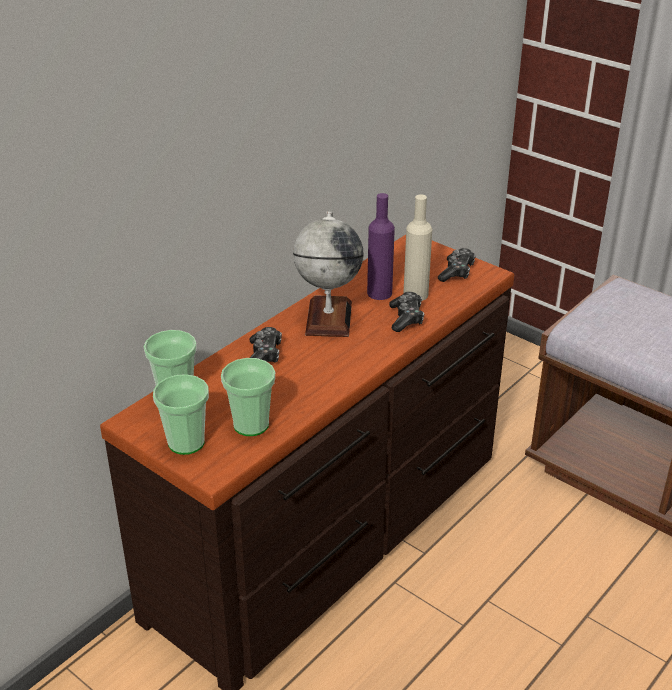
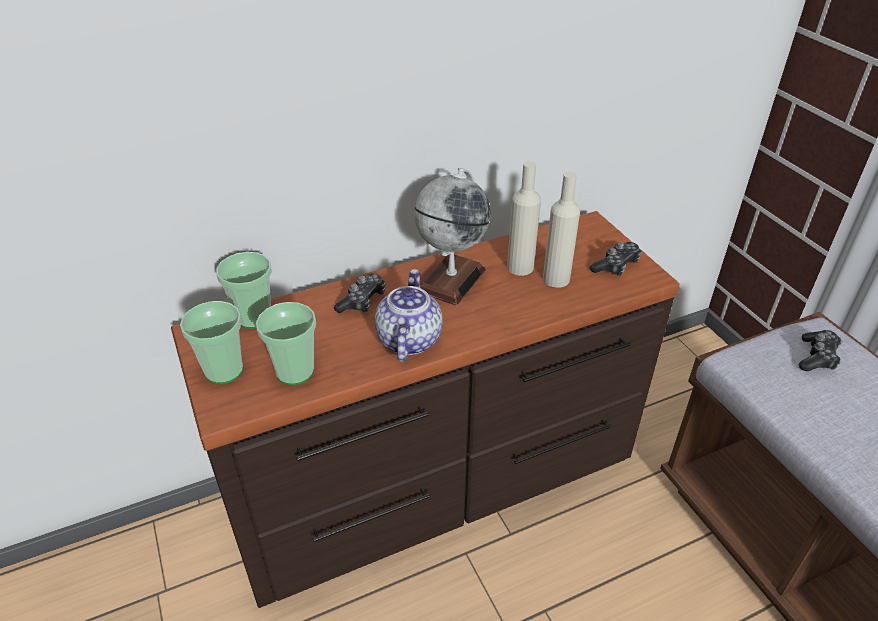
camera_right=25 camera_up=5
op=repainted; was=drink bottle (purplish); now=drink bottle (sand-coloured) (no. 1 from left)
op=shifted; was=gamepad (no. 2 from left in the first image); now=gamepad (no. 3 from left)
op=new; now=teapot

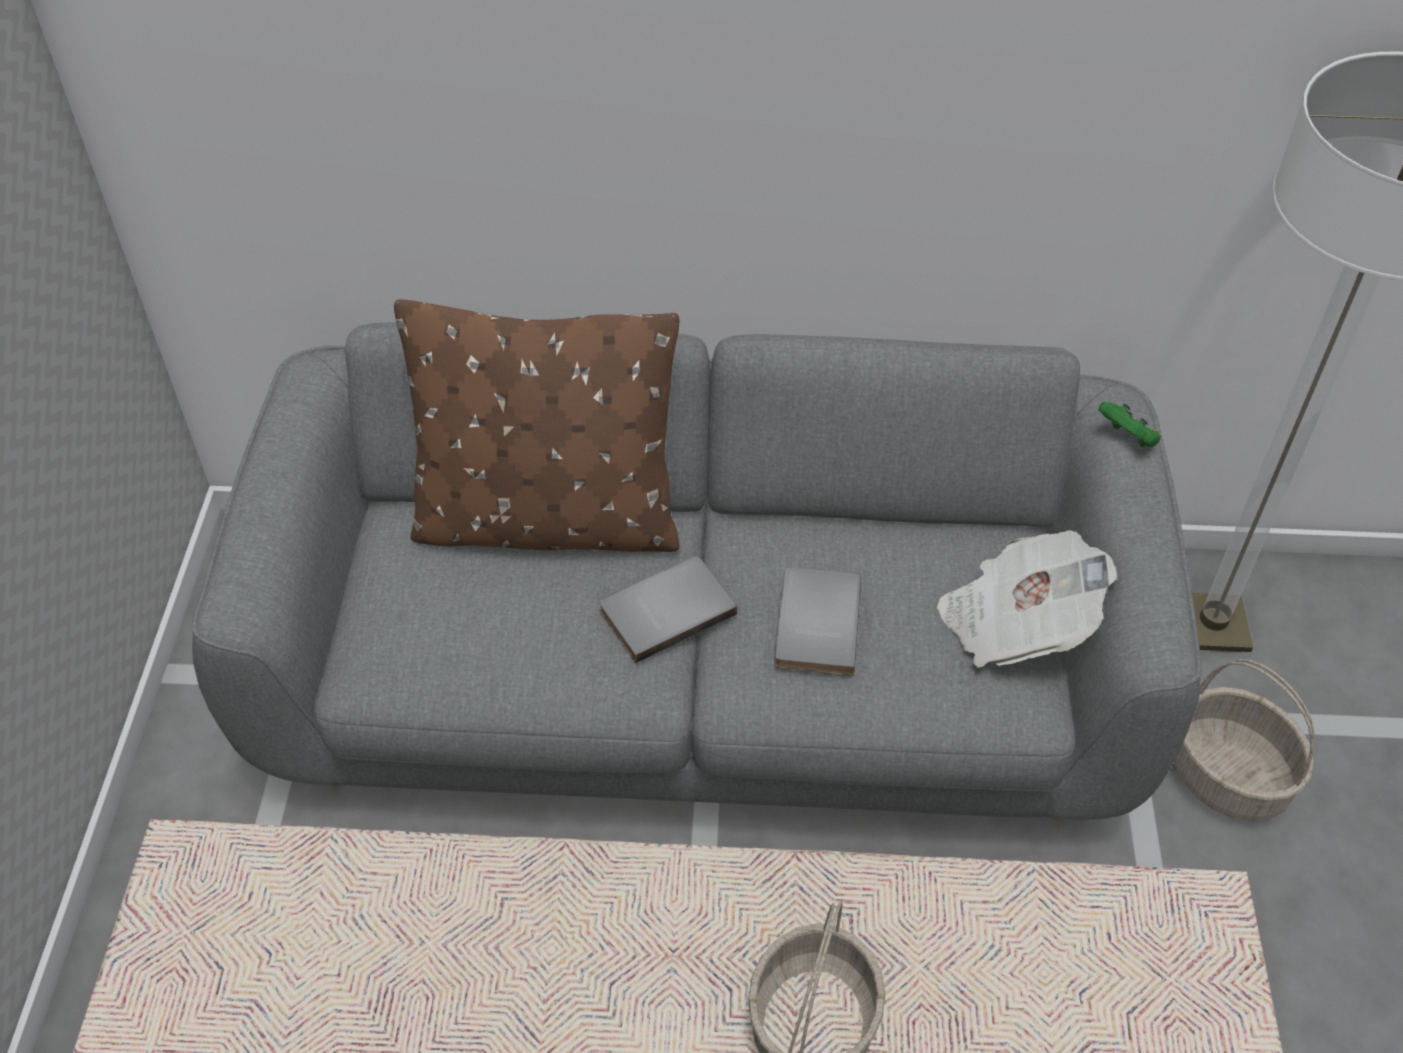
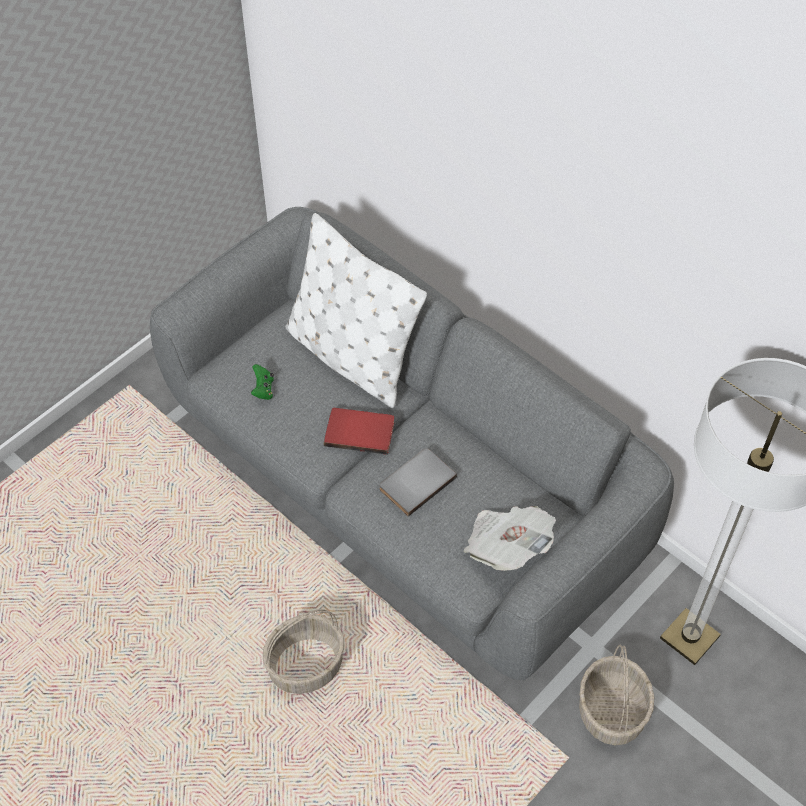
camera_right=40 camera_up=5
op=repainted; was=cushion (brown-coloured); now=cushion (white-coloured)
op=shifted; was=gamepad (green-coloured)
op=repainted; was=volume (grey) (no. 1 from left); now=volume (reddish)

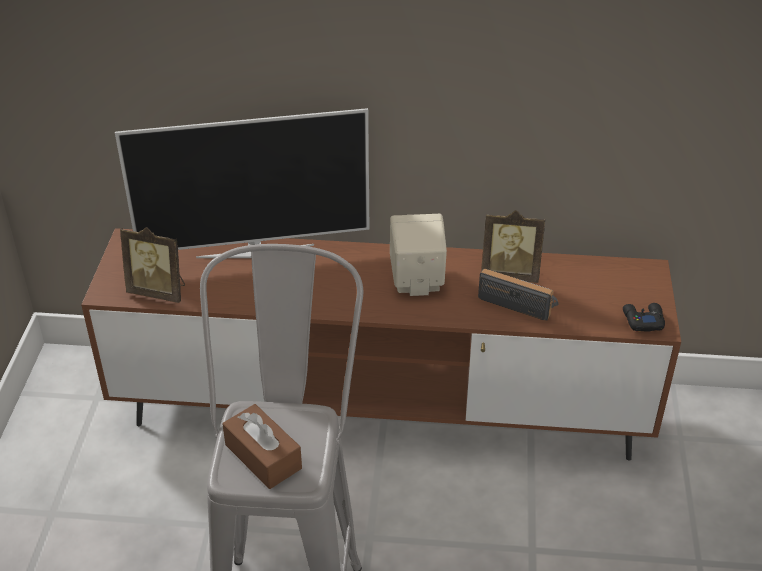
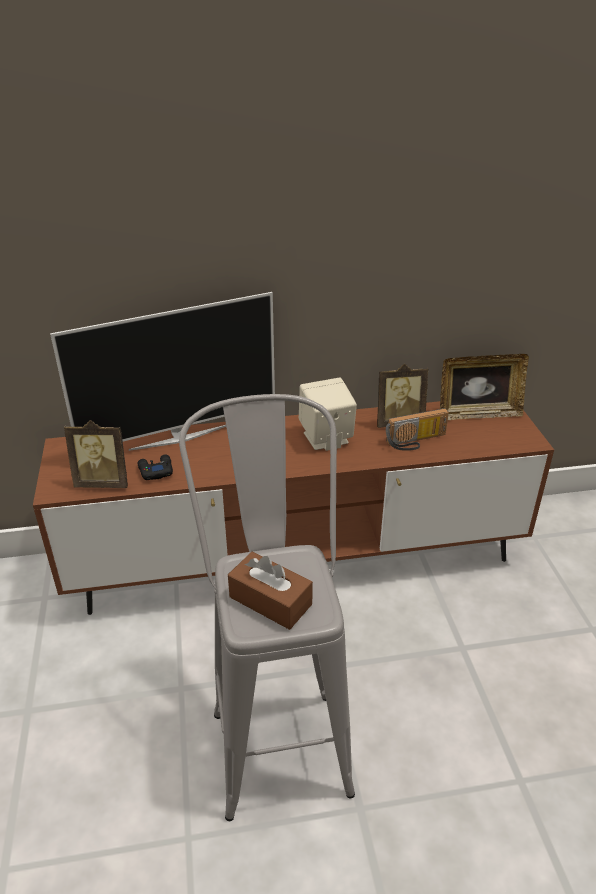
camera_right=-15 camera_up=-5
op=rotated; was=radio set; clockwise=150
op=shifted; was=gamepad (black-coloured)
op=new; now=standing frame (no. 3 from left)

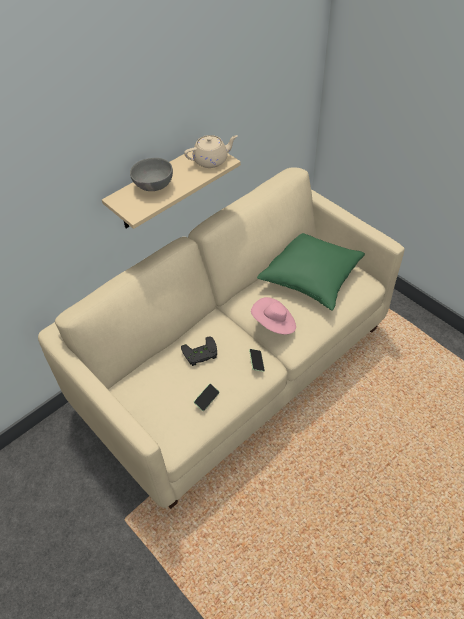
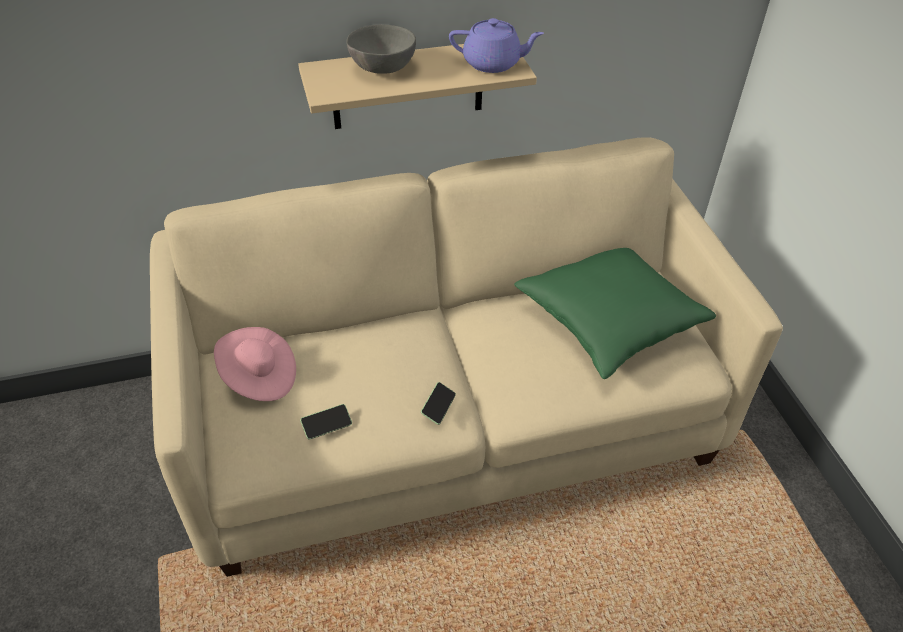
camera_right=25 camera_up=-5
op=repainted; was=teapot (sand-coloured); now=teapot (purplish)
op=shifted; was=hat (pink)
op=gone; was=gamepad (black-coloured)

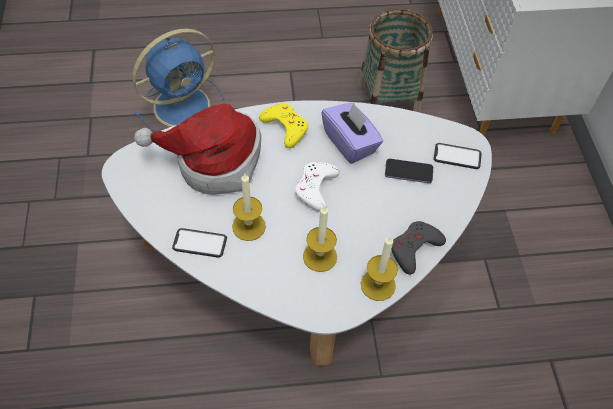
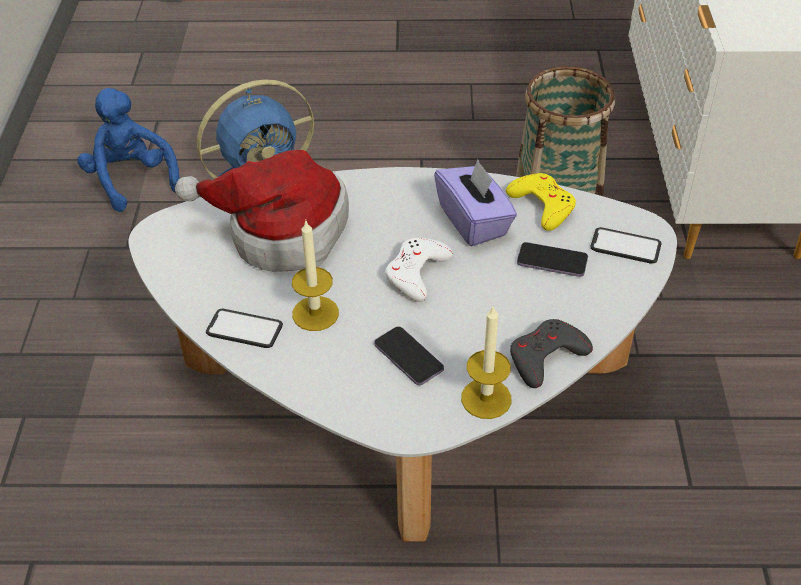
camera_right=10 camera_up=-10
op=shifted; was=gamepad (yellow-coloured)
op=swapped; was=candle (no. 2 from left); now=phone (no. 2 from left)
op=new; now=plush toy (blue-coloured)

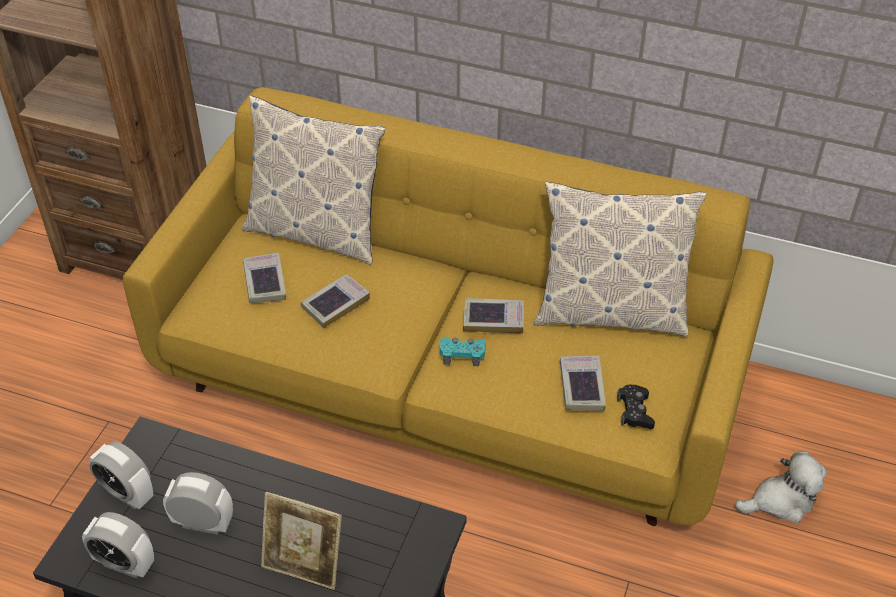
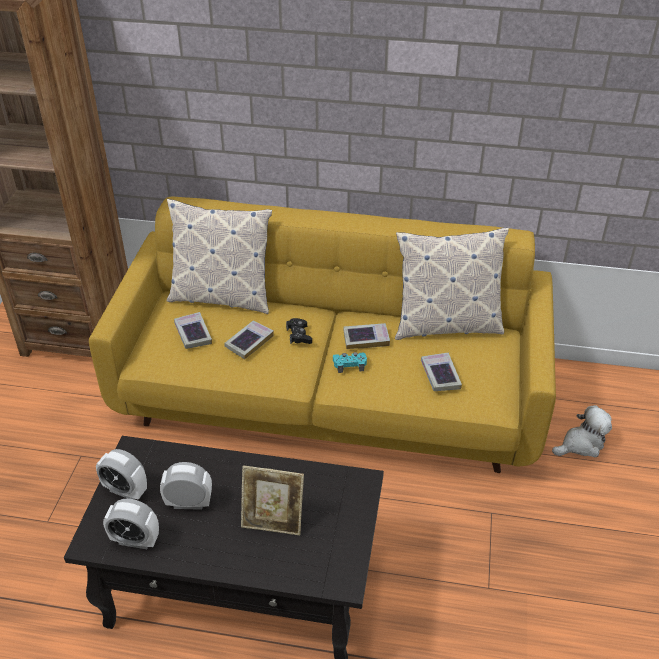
camera_right=-10 camera_up=-5
op=shifted; was=gamepad (black-coloured)

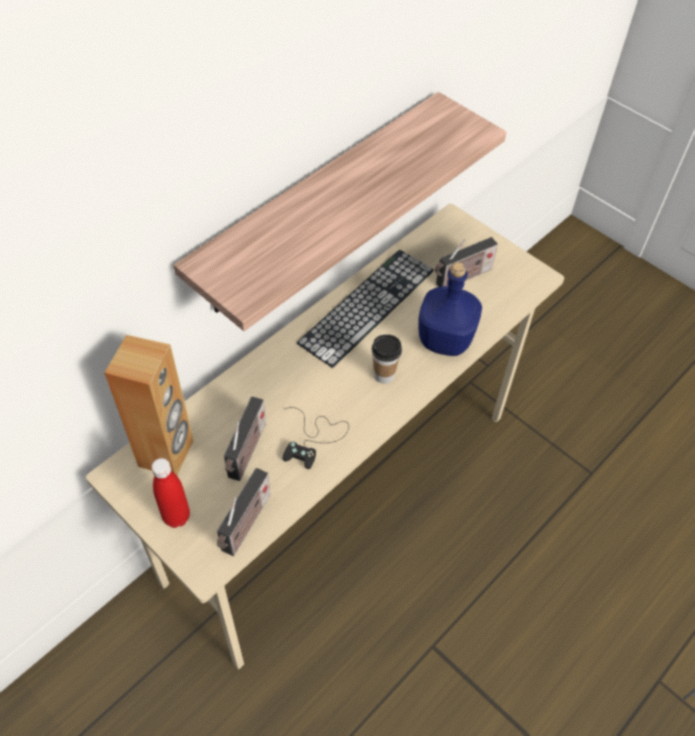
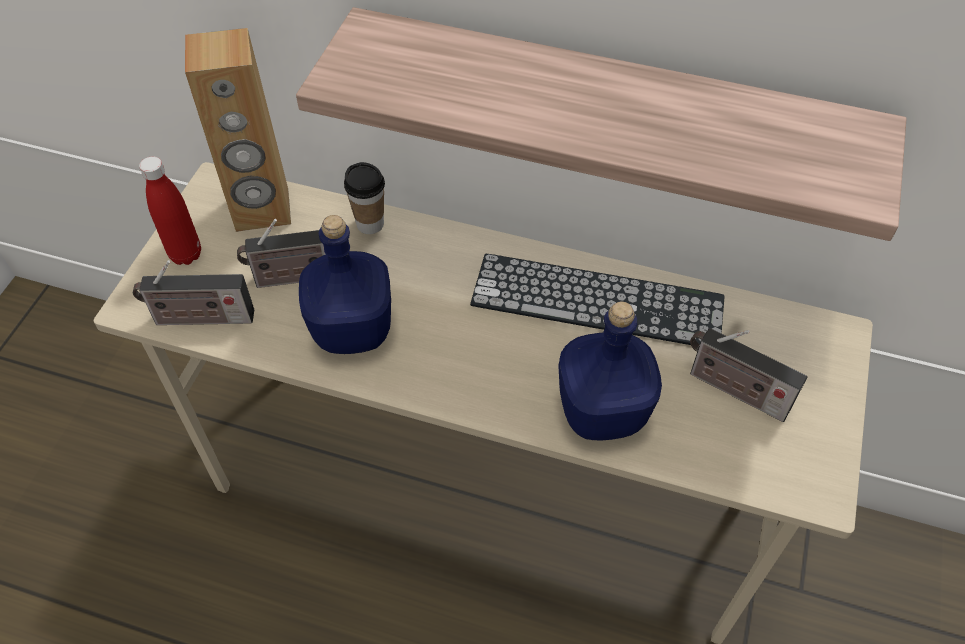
camera_right=65 camera_up=0
op=shifted; was=small cup
op=swapped; was=gamepad (black-coloured); now=drink bottle (blue-coloured) (no. 1 from left)

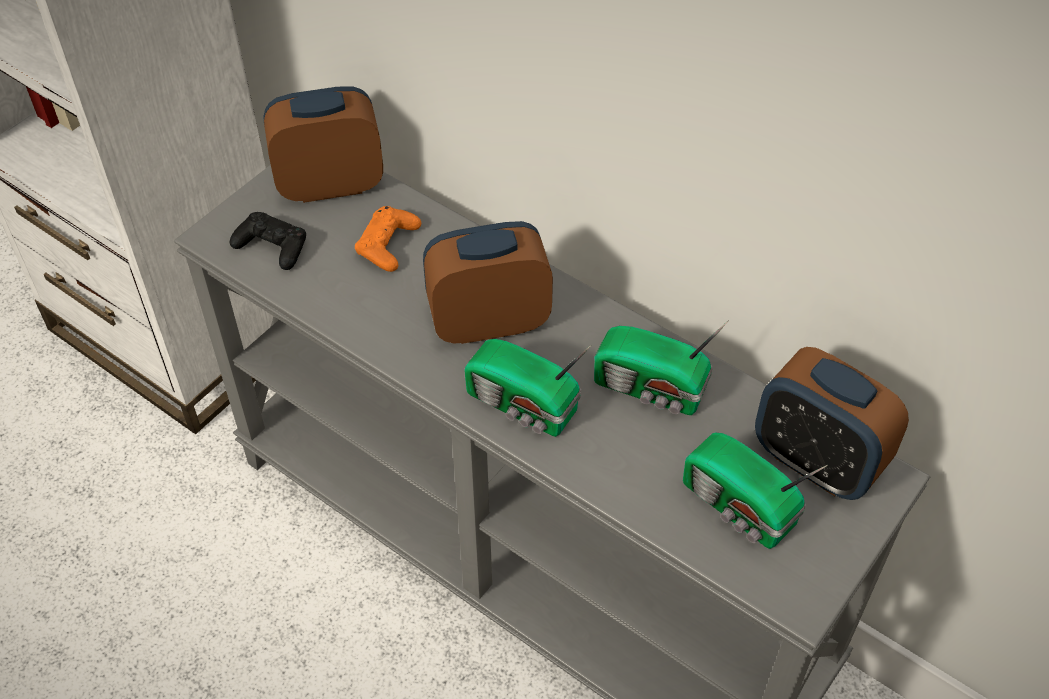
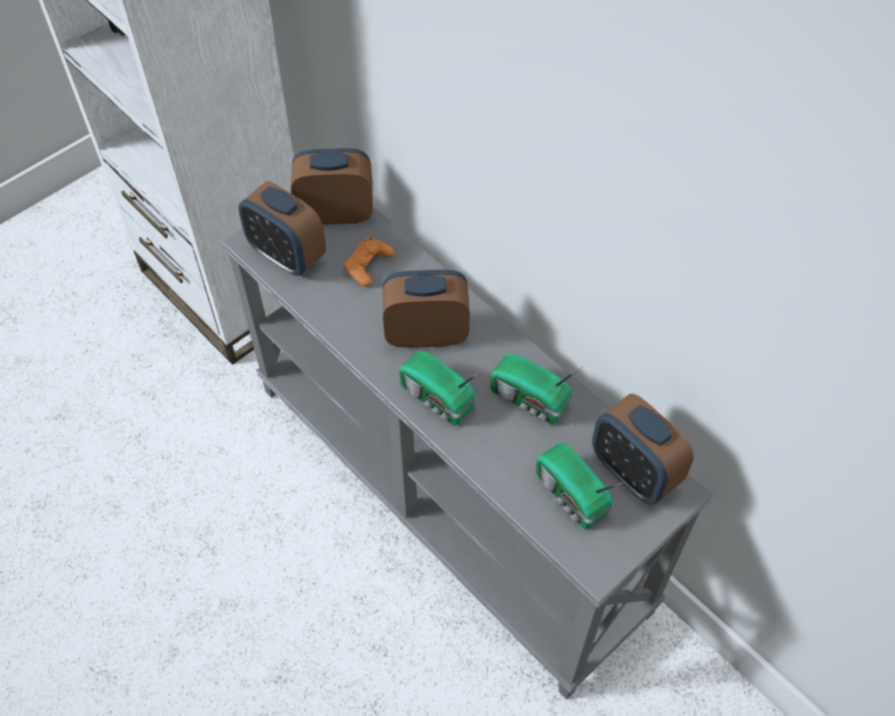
camera_right=10 camera_up=5
op=swapped; was=gamepad (black-coloured); now=alarm clock (no. 1 from left)

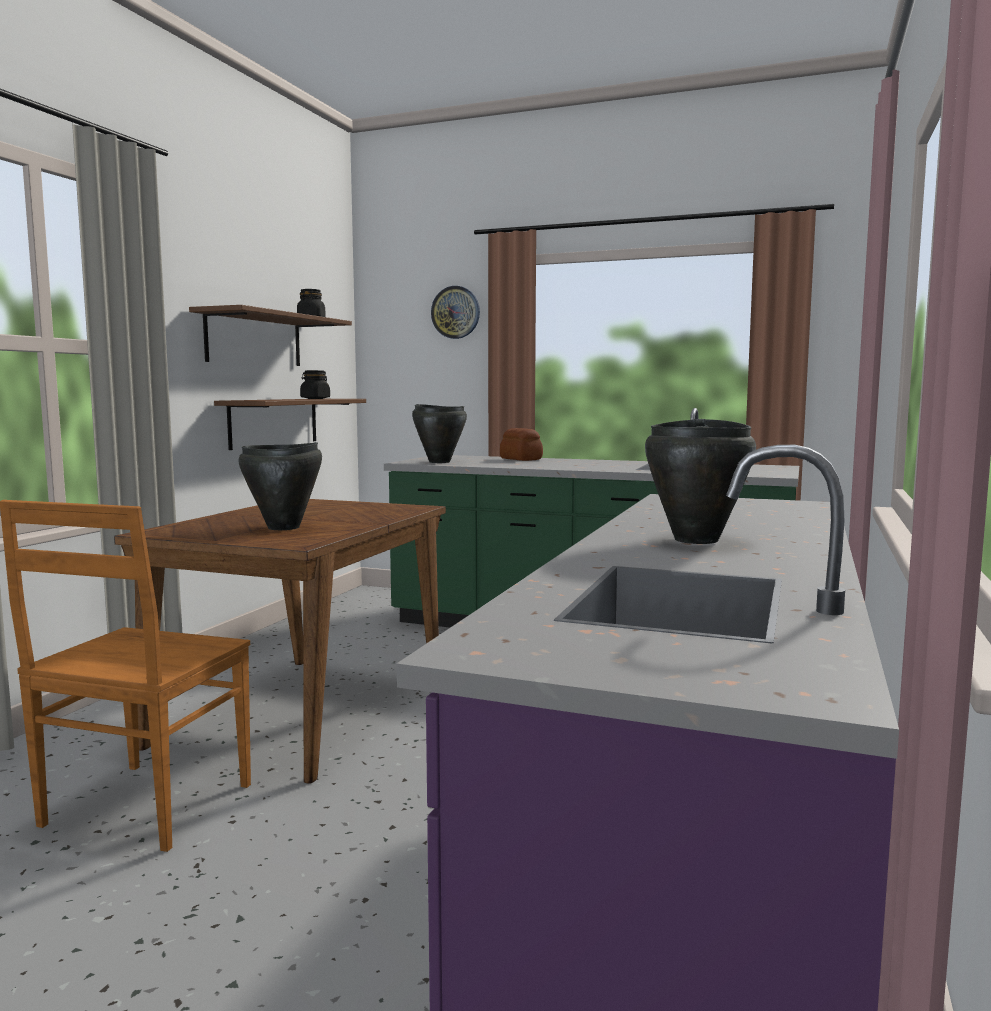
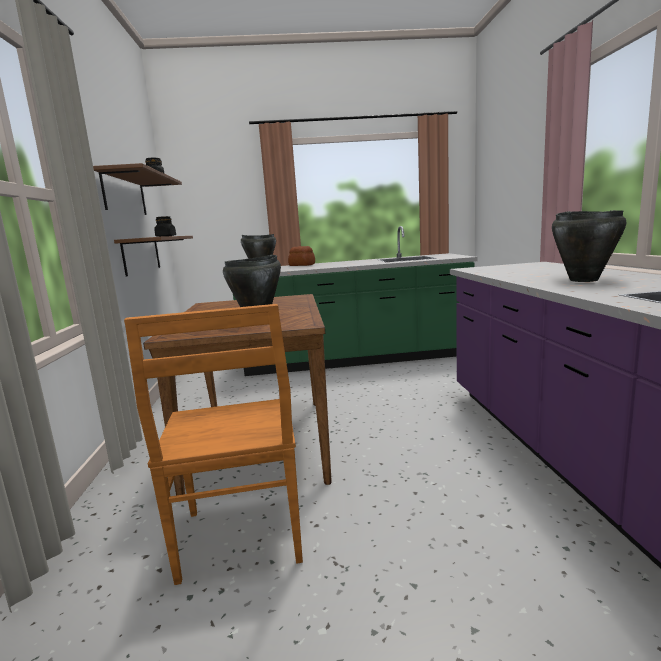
camera_right=-25 camera_up=5
op=gone; was=hanging clock

